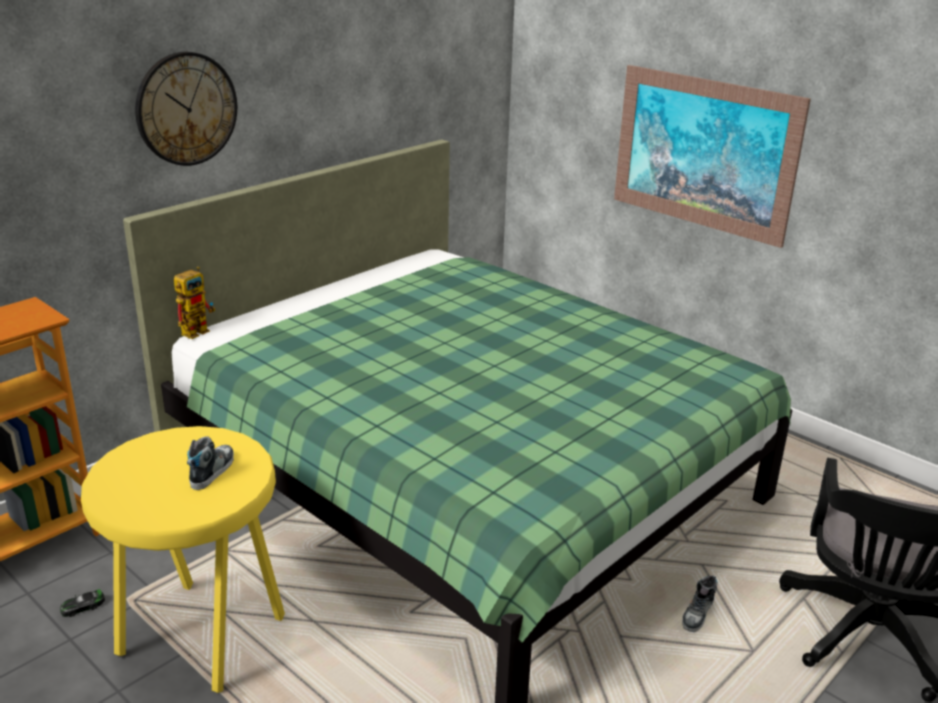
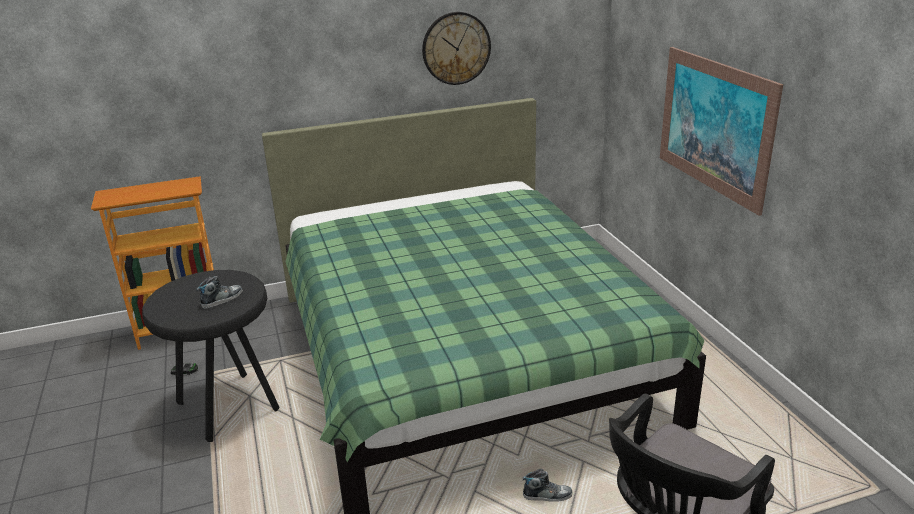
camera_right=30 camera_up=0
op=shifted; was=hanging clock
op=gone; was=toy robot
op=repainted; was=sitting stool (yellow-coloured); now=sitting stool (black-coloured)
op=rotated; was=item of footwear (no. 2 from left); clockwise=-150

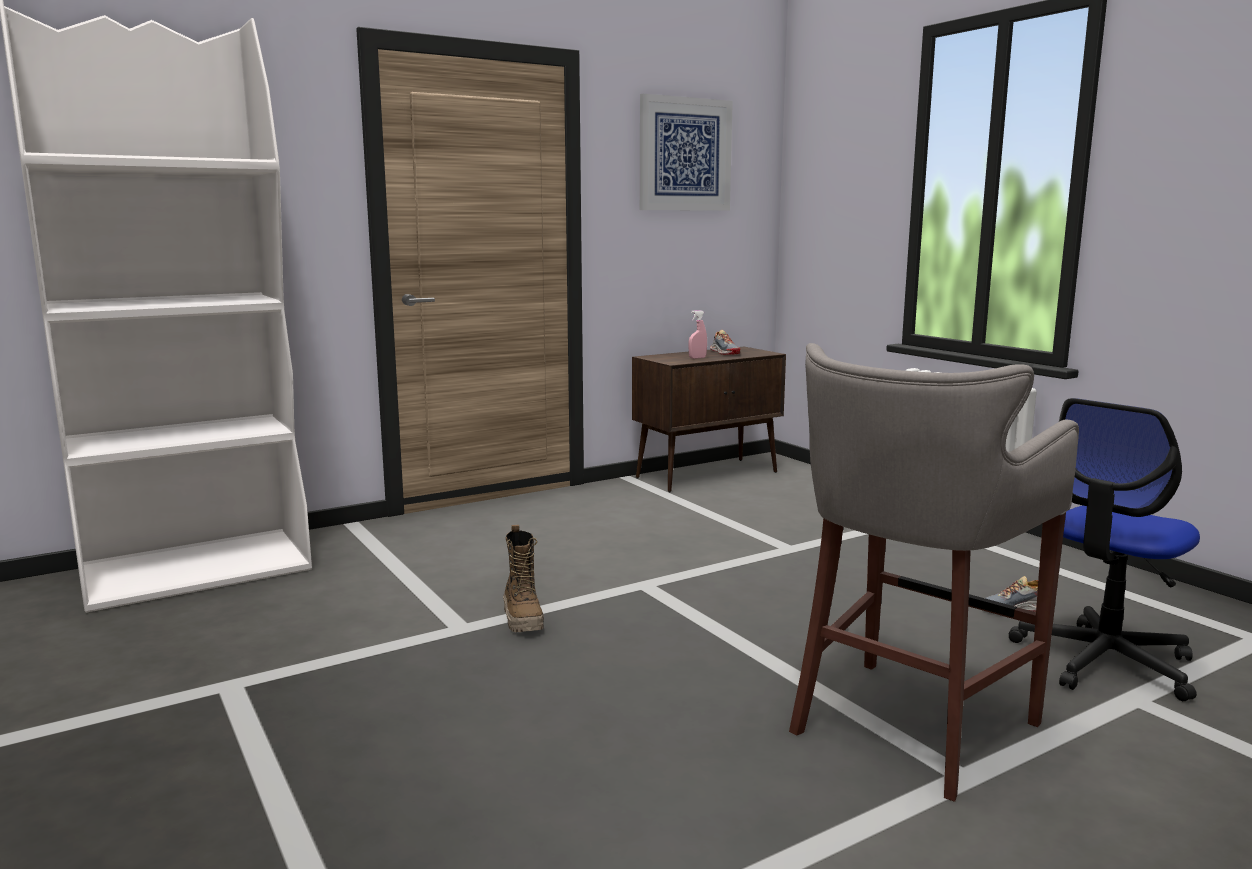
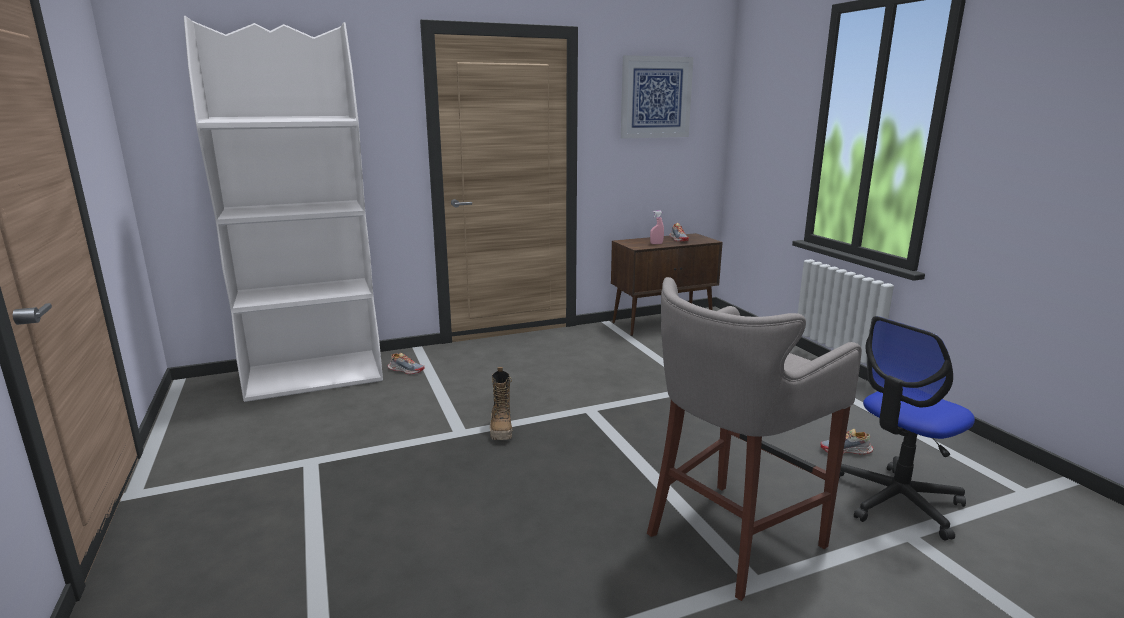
camera_right=10 camera_up=5
op=new; now=item of footwear (no. 1 from left)

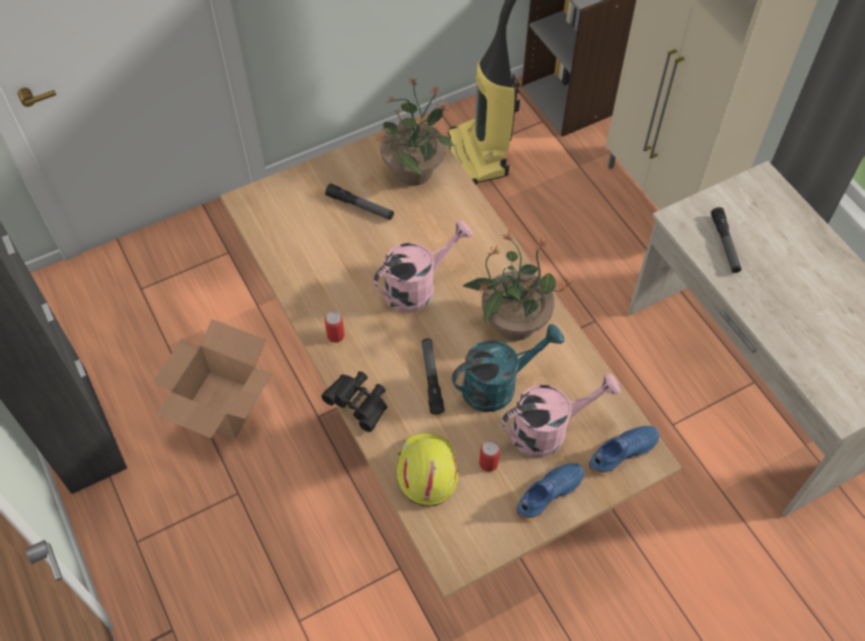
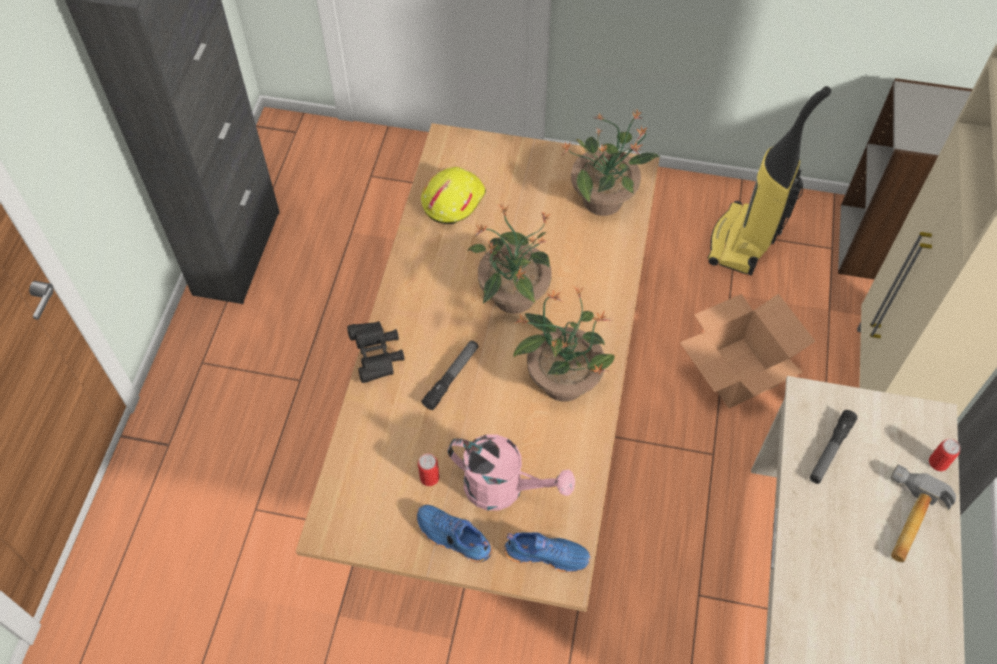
camera_right=40 camera_up=0
op=gone; was=torch (no. 1 from left)
op=swapped; was=watering can (pink) (no. 1 from left); now=plant in a pot (no. 1 from left)
op=shifted; was=metal can (no. 1 from left in the first image); now=metal can (no. 2 from left)
op=shifted; was=carton
op=gone; was=watering can (turquoise-coloured)
op=shifted; was=safety helmet (yellow-coloured)
op=rotated; was=item of footwear (blue-coloured) (no. 1 from left); clockwise=-150
op=new; now=tool hammer

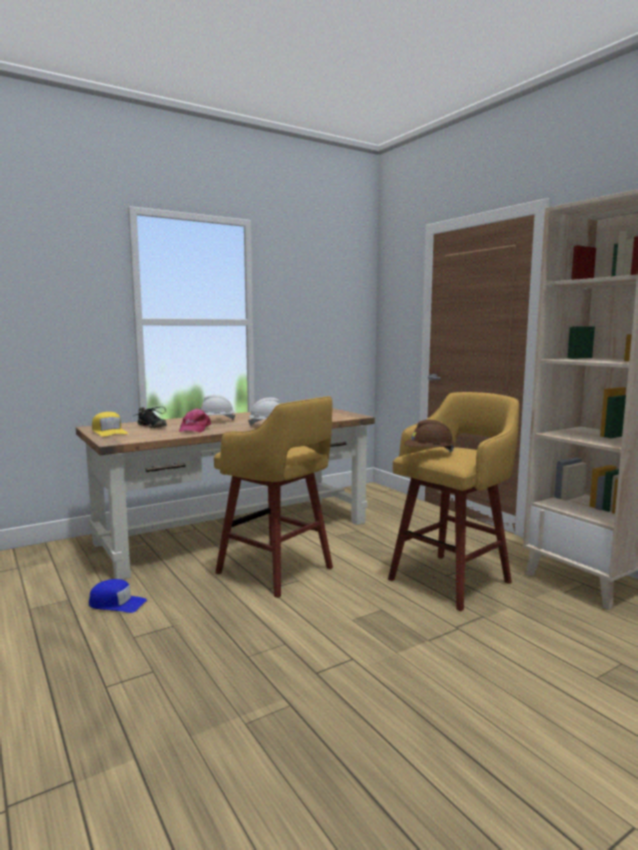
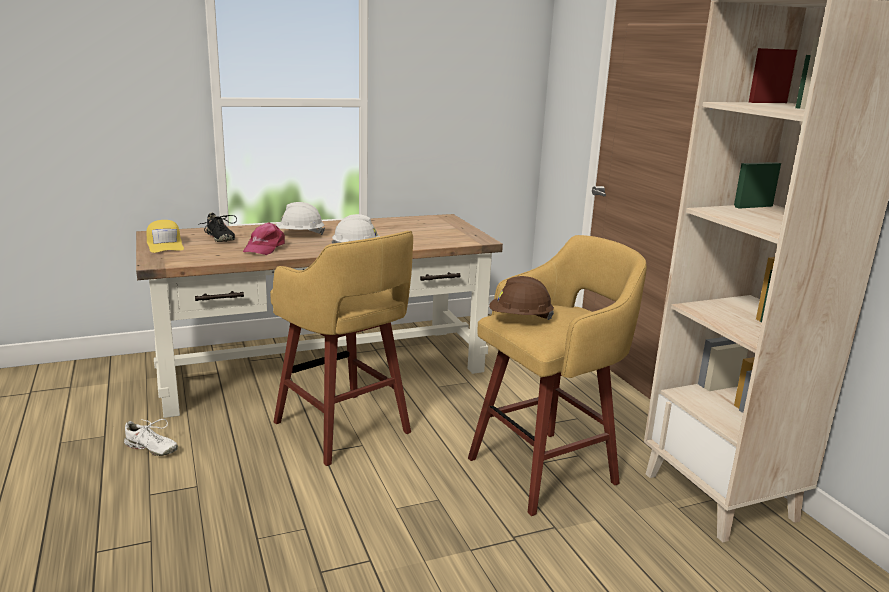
camera_right=10 camera_up=10
op=swapped; was=baseball cap (blue-coloured); now=item of footwear (white-coloured)

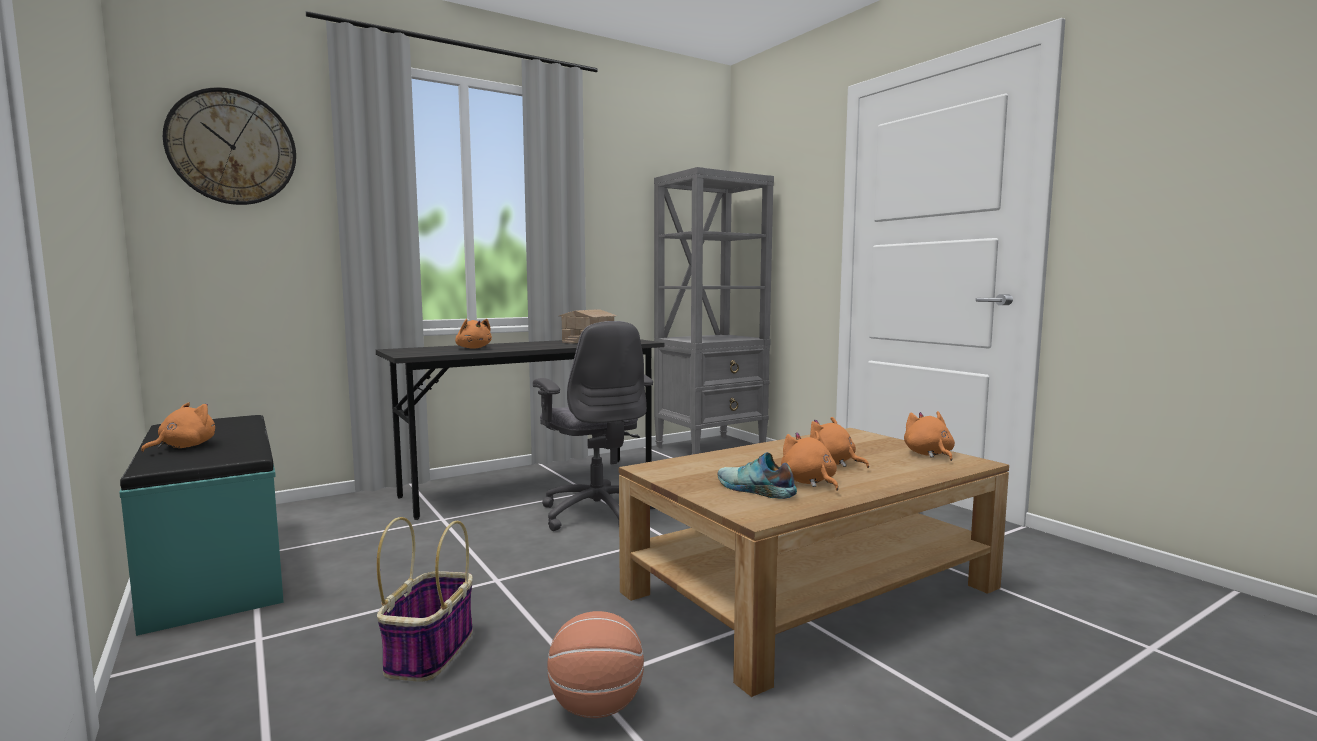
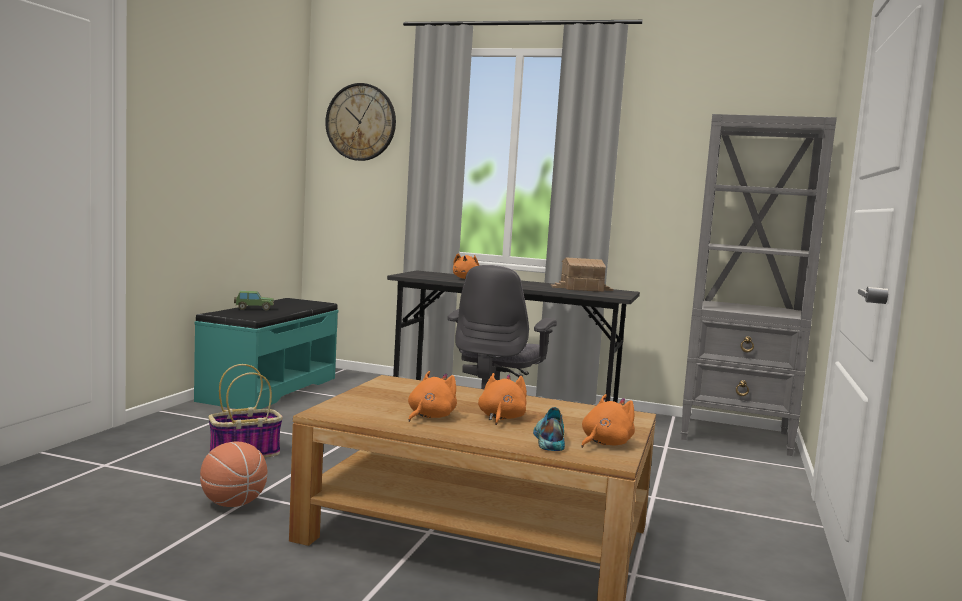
camera_right=50 camera_up=0
op=swapped; was=plush toy (orangey) (no. 1 from left); now=miniature car
op=shifted; was=item of footwear

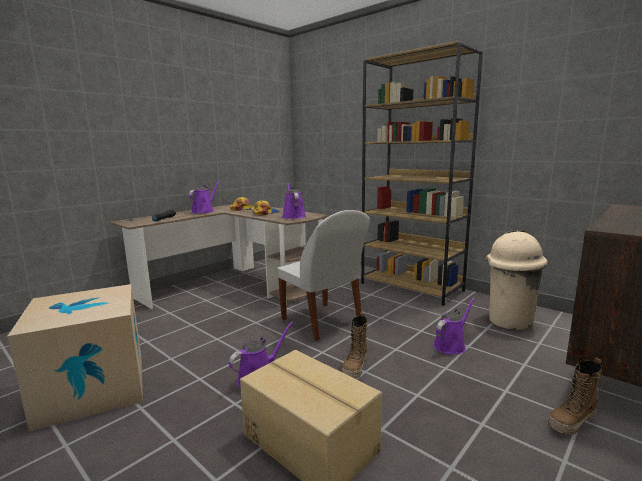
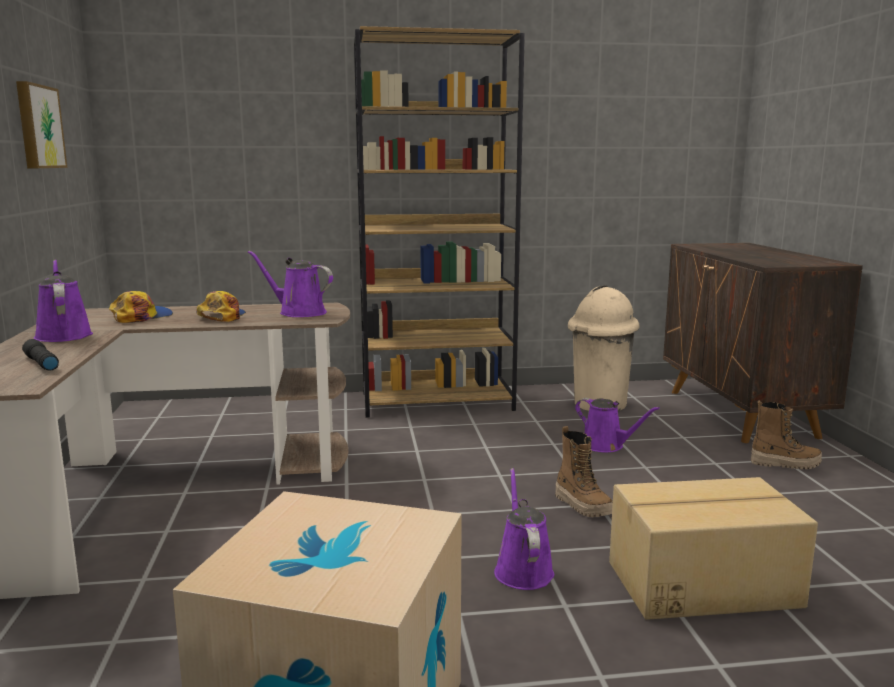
camera_right=-50 camera_up=0
op=gone; was=plain chair (white-coloured)
op=rotated; was=watering can (purplish) (no. 4 from left); clockwise=135
op=rotated; was=high-top boot (no. 2 from left); clockwise=-90
op=new; now=wall picture

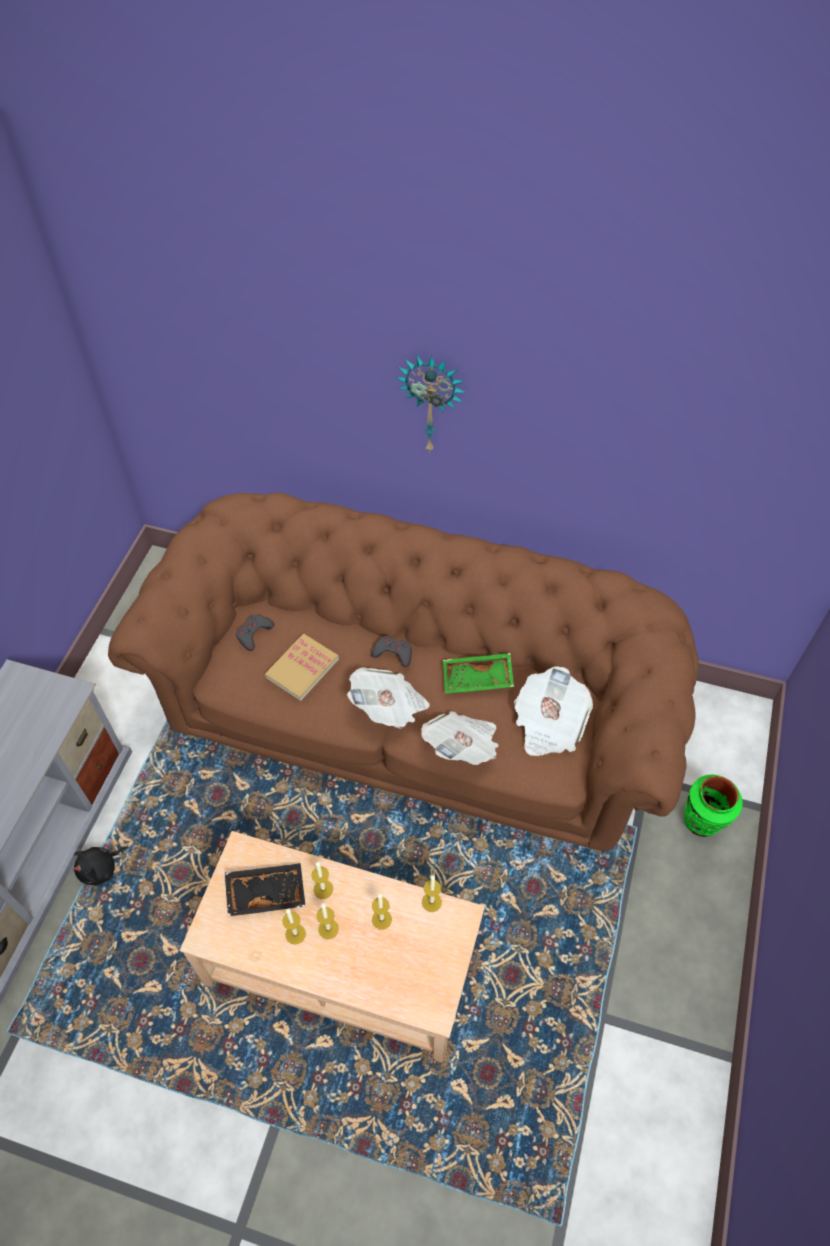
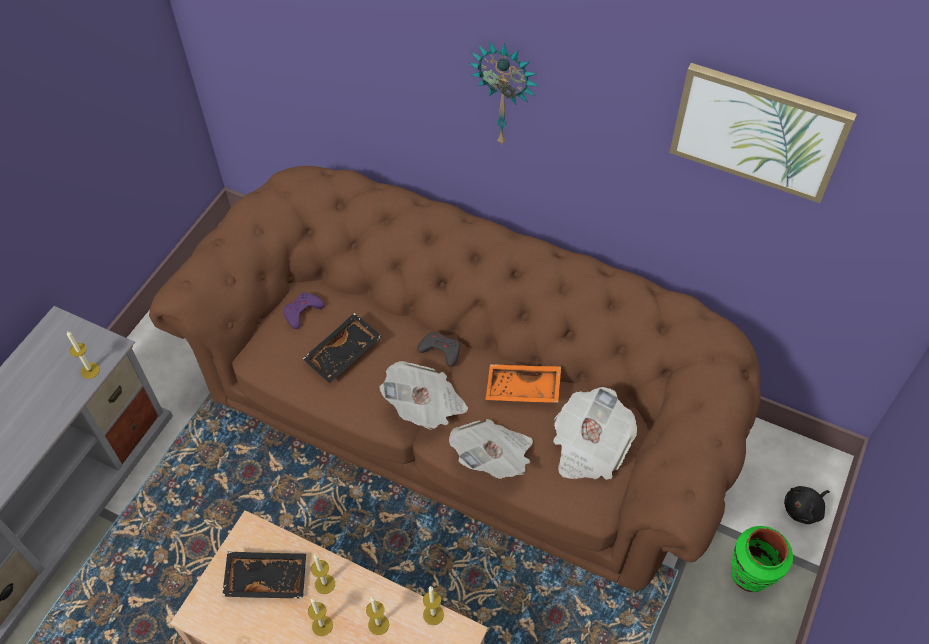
camera_right=10 camera_up=0
op=repainted; was=gamepad (grey) (no. 1 from left); now=gamepad (purplish)
op=swapped; was=volume; now=tray (black-coloured) (no. 2 from left)
op=repainted; was=tray (green-coloured); now=tray (orangey)
op=shifted; was=plush toy (black-coloured)
op=shifted; was=candle (no. 1 from left)
op=new; now=wall picture

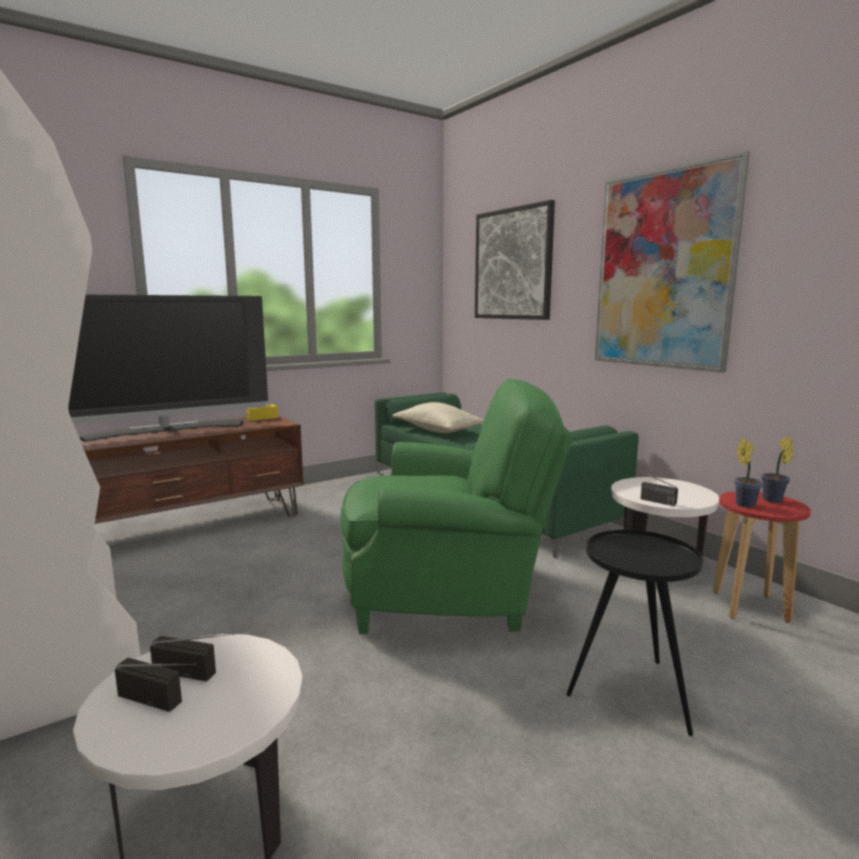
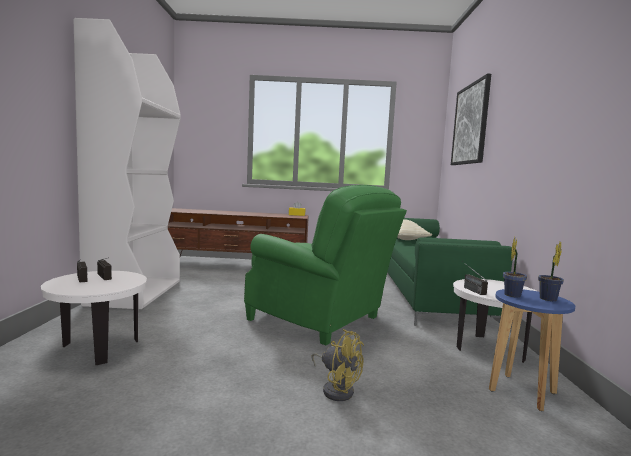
camera_right=35 camera_up=-5
op=gone; was=wall picture (no. 2 from left)
op=gone; was=TV set
op=repainted; was=sitting stool (reddish); now=sitting stool (blue-coloured)
op=swapped; was=side table (black-coloured); now=fan (yellow-coloured)

